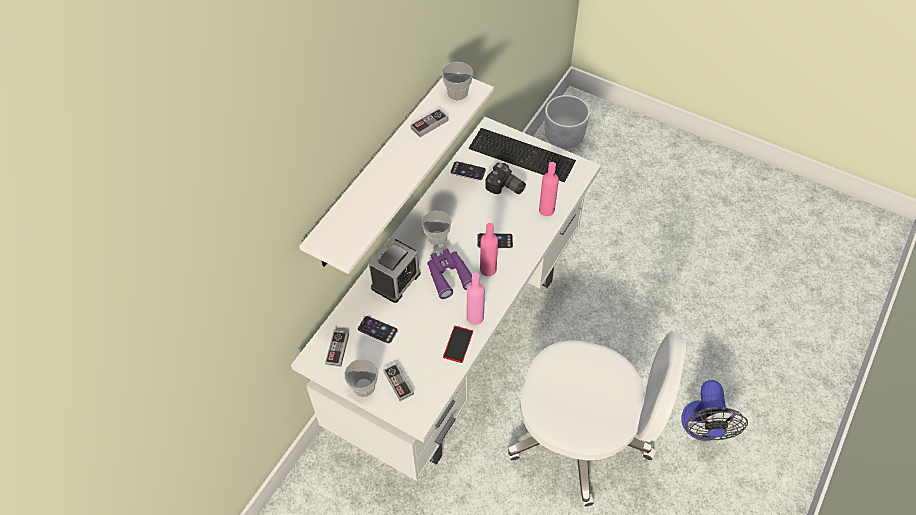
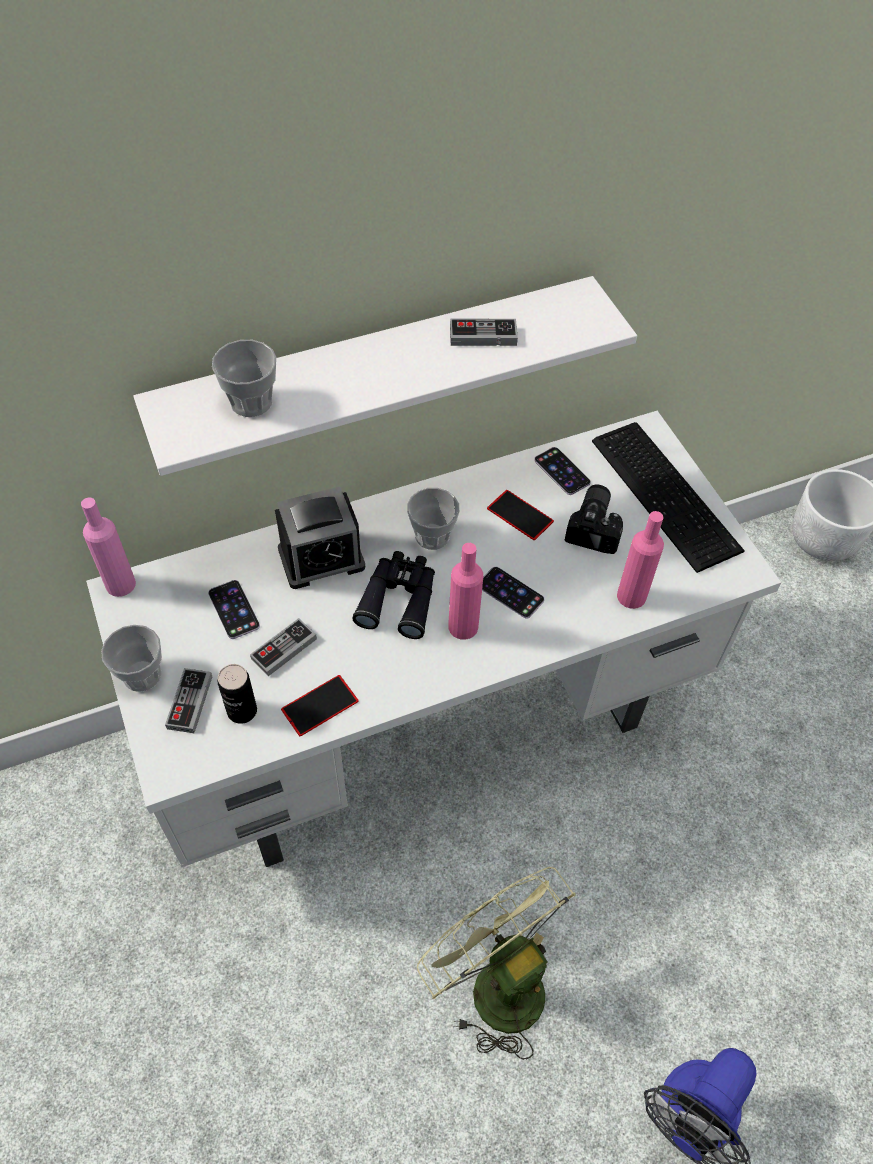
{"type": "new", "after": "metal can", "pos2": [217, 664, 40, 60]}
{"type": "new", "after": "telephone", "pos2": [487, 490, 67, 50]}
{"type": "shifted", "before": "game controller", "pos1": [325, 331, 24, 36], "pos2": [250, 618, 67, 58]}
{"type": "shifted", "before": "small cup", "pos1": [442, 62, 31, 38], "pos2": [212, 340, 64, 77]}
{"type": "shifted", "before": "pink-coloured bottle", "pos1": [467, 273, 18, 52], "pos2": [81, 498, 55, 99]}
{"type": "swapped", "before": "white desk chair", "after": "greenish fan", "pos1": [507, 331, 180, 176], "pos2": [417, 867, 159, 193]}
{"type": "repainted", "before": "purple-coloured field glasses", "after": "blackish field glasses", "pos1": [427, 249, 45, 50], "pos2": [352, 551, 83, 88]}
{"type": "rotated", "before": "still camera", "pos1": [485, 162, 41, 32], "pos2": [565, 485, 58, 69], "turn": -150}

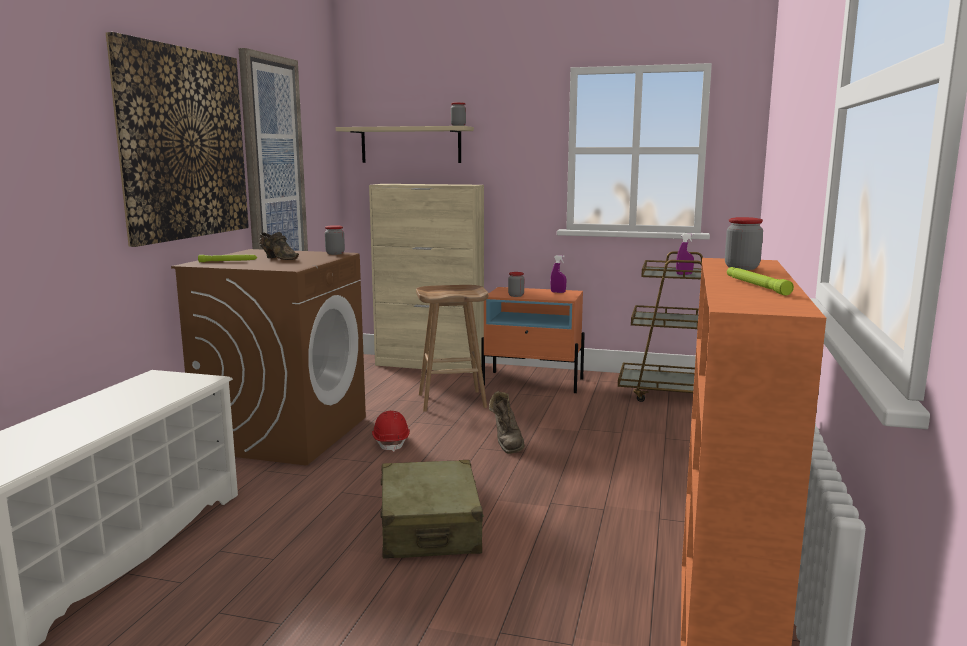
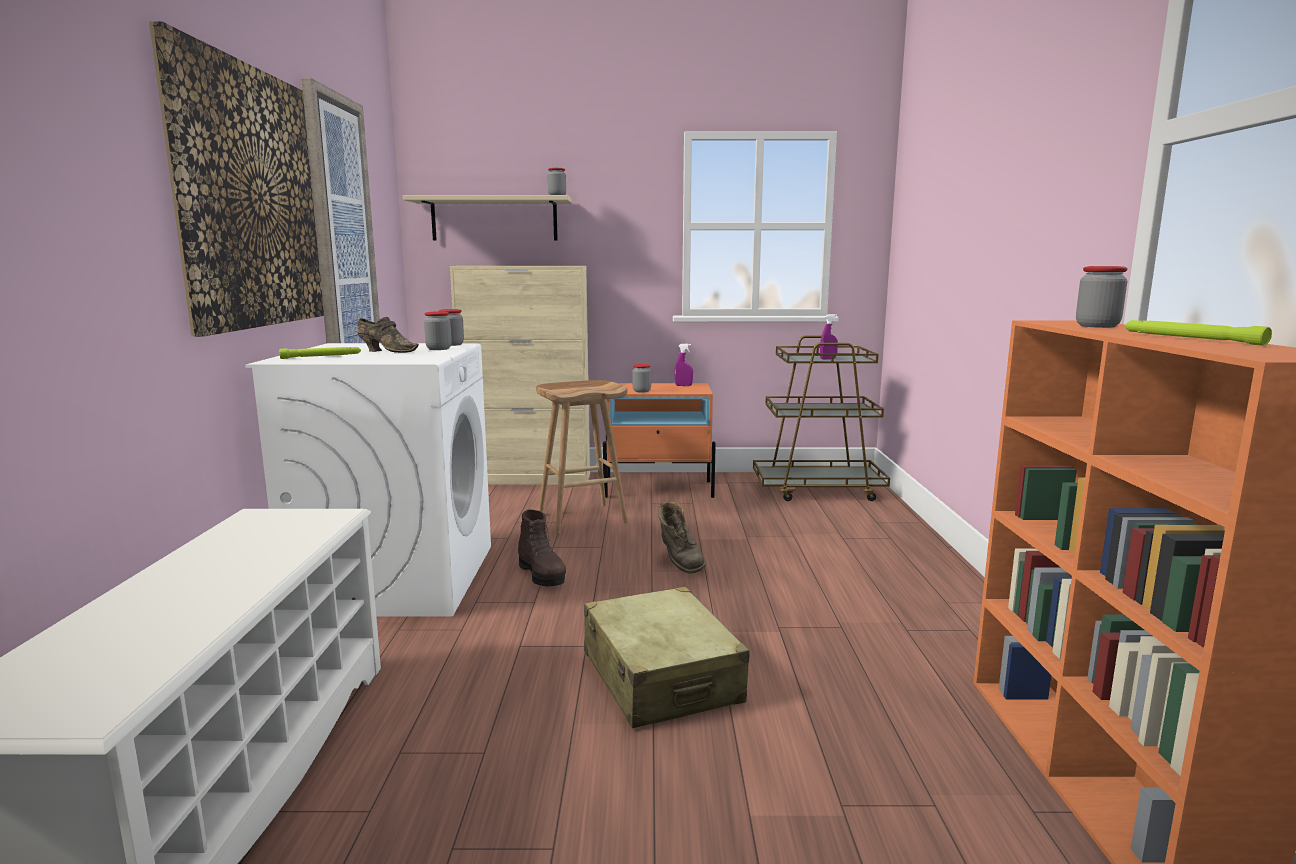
{"type": "new", "after": "preserve jar", "pos2": [424, 311, 28, 39]}
{"type": "swapped", "before": "reddish work helmet", "after": "brown-coloured boot", "pos1": [372, 411, 38, 41], "pos2": [518, 509, 48, 77]}
{"type": "repainted", "before": "brown-coloured laundry machine", "after": "white laundry machine", "pos1": [171, 249, 195, 216], "pos2": [245, 343, 246, 274]}

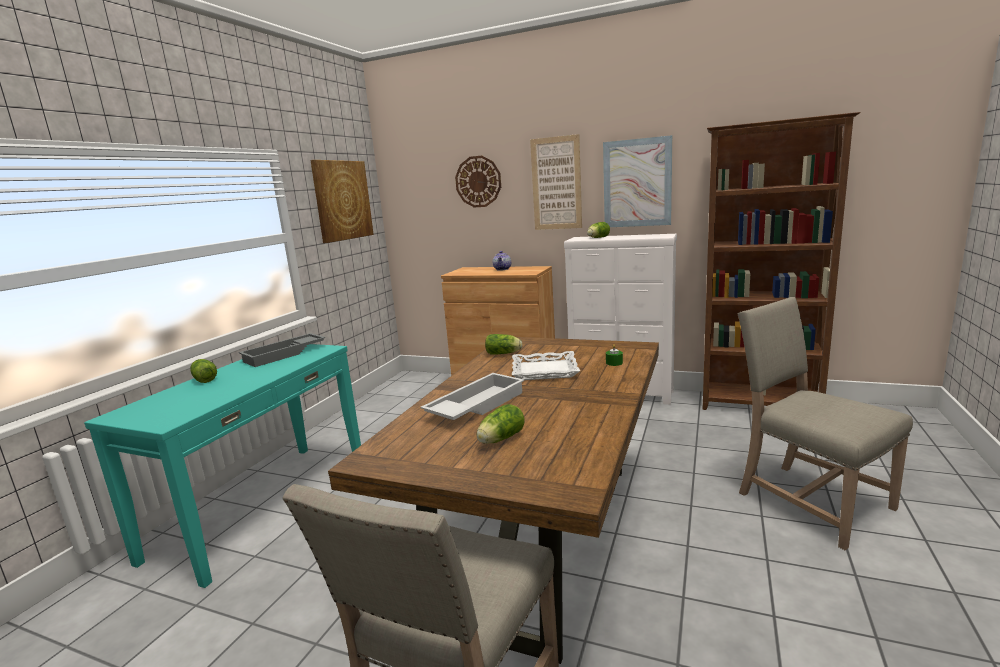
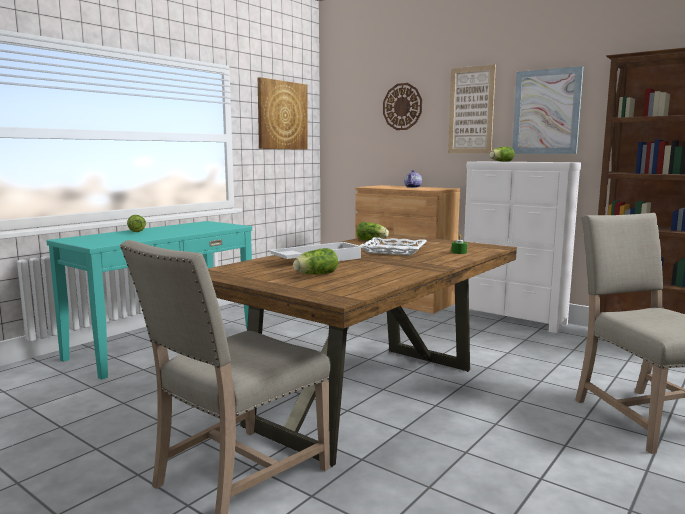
{"type": "gone", "before": "grey serving tray", "pos1": [239, 333, 87, 34]}

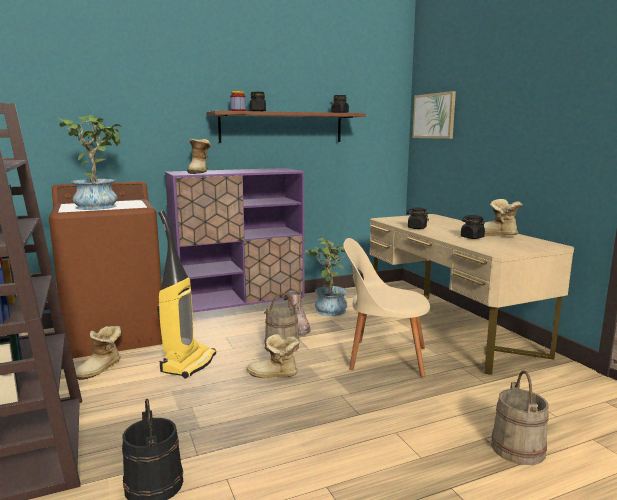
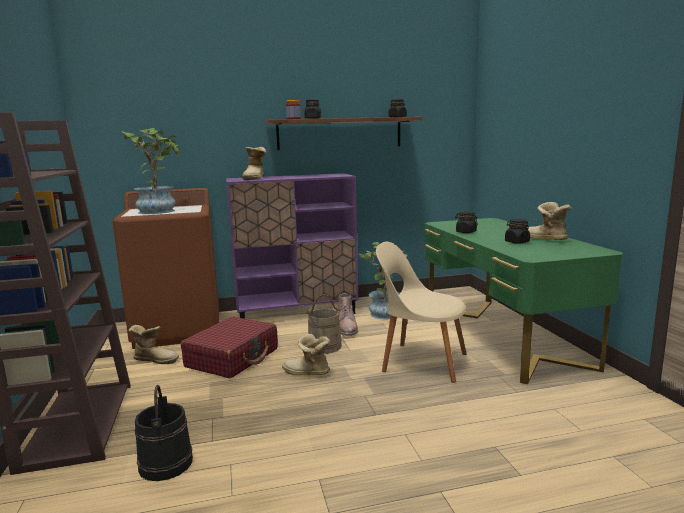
{"type": "gone", "before": "wall picture", "pos1": [413, 91, 43, 48]}
{"type": "gone", "before": "sand-coloured pail", "pos1": [491, 370, 58, 95]}
{"type": "swapped", "before": "hoover", "after": "reddish travel case", "pos1": [157, 210, 59, 168], "pos2": [181, 317, 97, 61]}
{"type": "repainted", "before": "sand-coloured desk table", "after": "greenish desk table", "pos1": [370, 214, 204, 161], "pos2": [424, 218, 199, 166]}
{"type": "rotated", "before": "boot", "pos1": [75, 326, 46, 54], "pos2": [128, 325, 51, 39], "turn": -120}

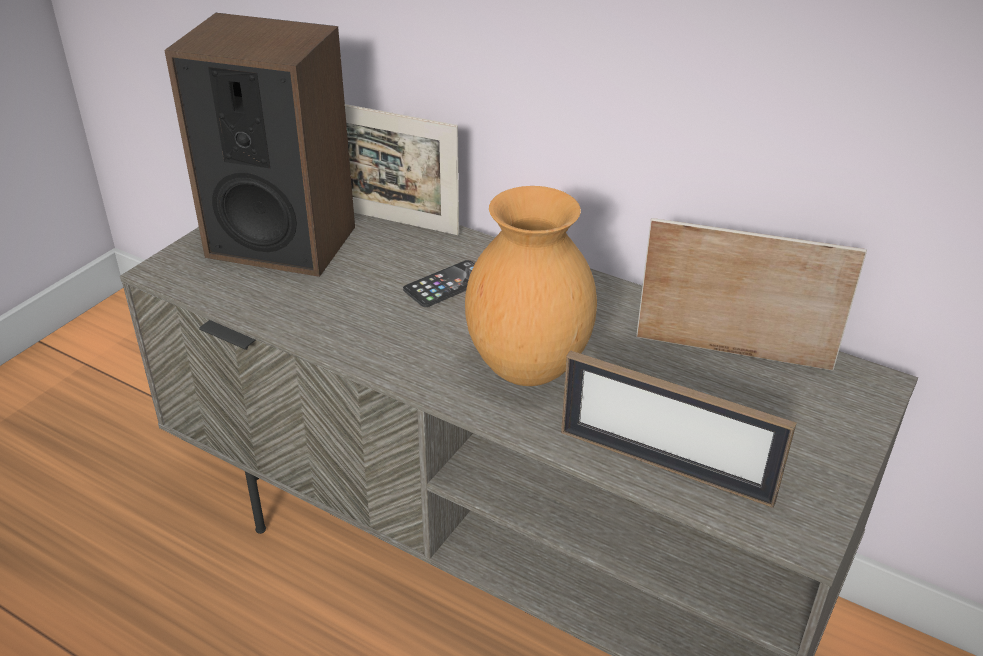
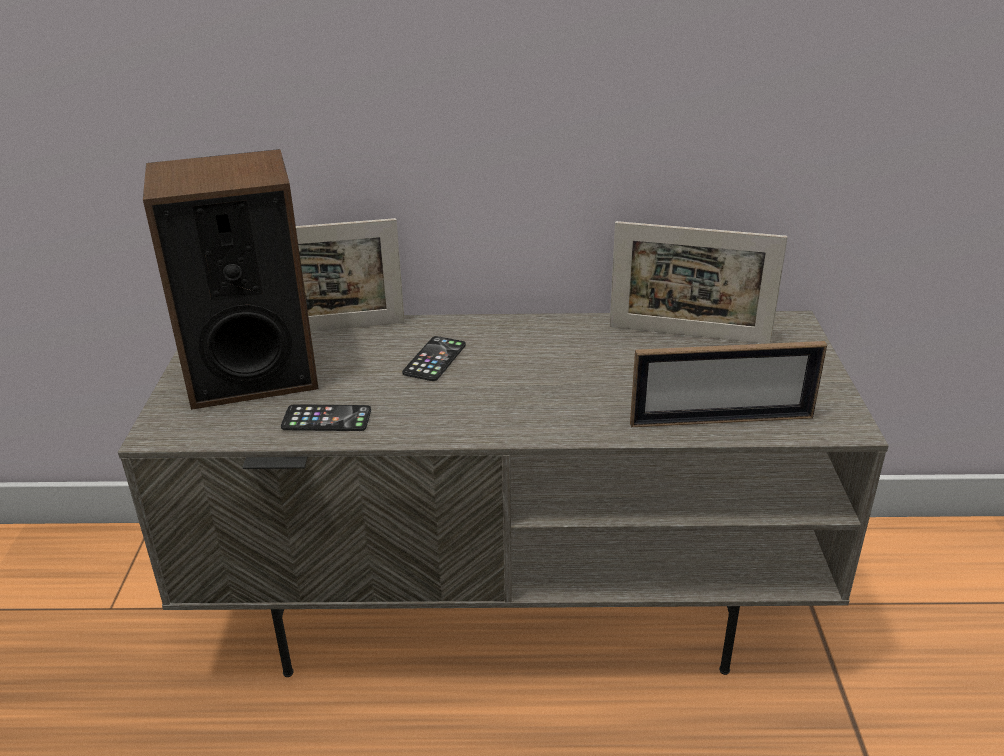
{"type": "gone", "before": "brown-coloured flower vase", "pos1": [465, 186, 132, 200]}
{"type": "new", "after": "telephone", "pos2": [281, 404, 90, 27]}
{"type": "rotated", "before": "photo frame", "pos1": [636, 218, 231, 153], "pos2": [610, 221, 178, 123], "turn": -150}

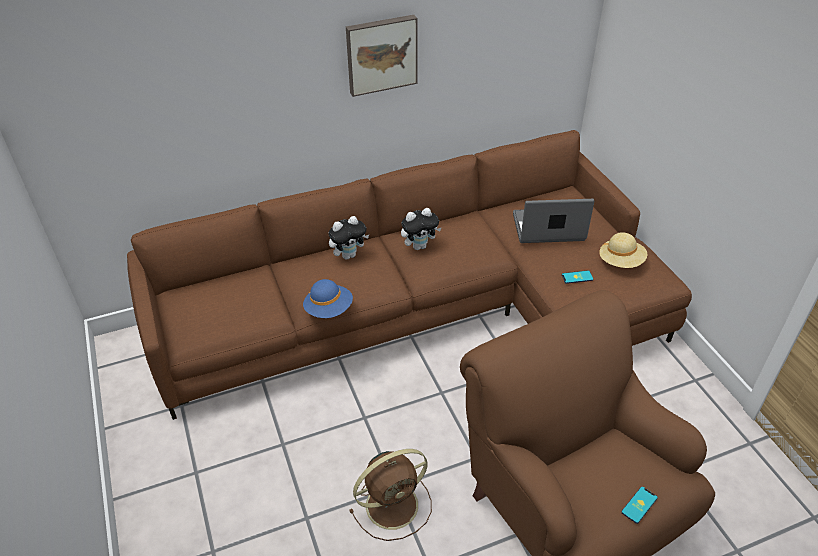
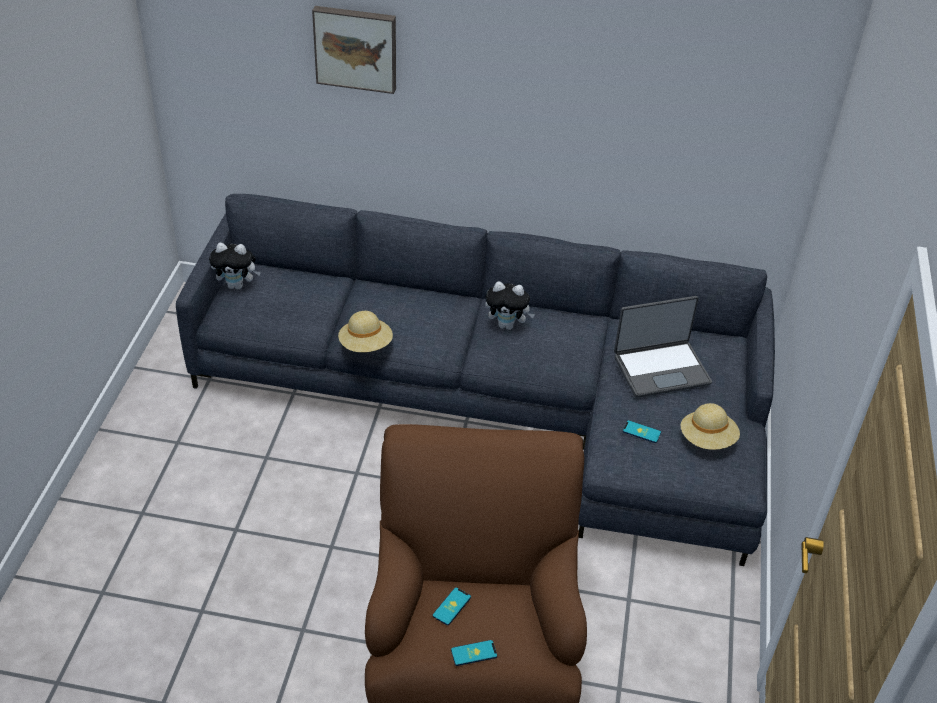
{"type": "gone", "before": "brown-coloured fan", "pos1": [349, 449, 83, 92]}
{"type": "new", "after": "telephone", "pos2": [433, 587, 38, 38]}
{"type": "shifted", "before": "cuddly toy", "pos1": [328, 216, 41, 44], "pos2": [209, 243, 52, 47]}
{"type": "shifted", "before": "wall picture", "pos1": [346, 15, 71, 82], "pos2": [312, 6, 84, 88]}
{"type": "repainted", "before": "brown-coloured couch", "after": "grey couch", "pos1": [127, 130, 565, 290], "pos2": [176, 194, 599, 372]}
{"type": "repainted", "before": "bluish clothing hat", "after": "sand-coloured clothing hat", "pos1": [303, 279, 50, 39], "pos2": [338, 311, 55, 41]}
{"type": "rotated", "before": "portable computer", "pos1": [513, 199, 81, 44], "pos2": [614, 296, 98, 102], "turn": 135}

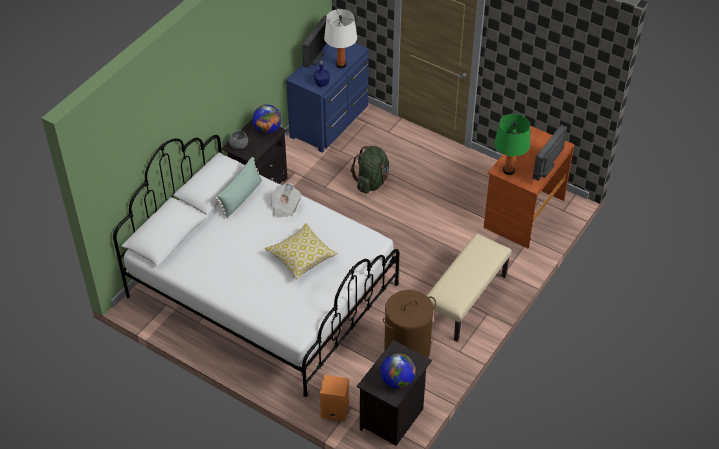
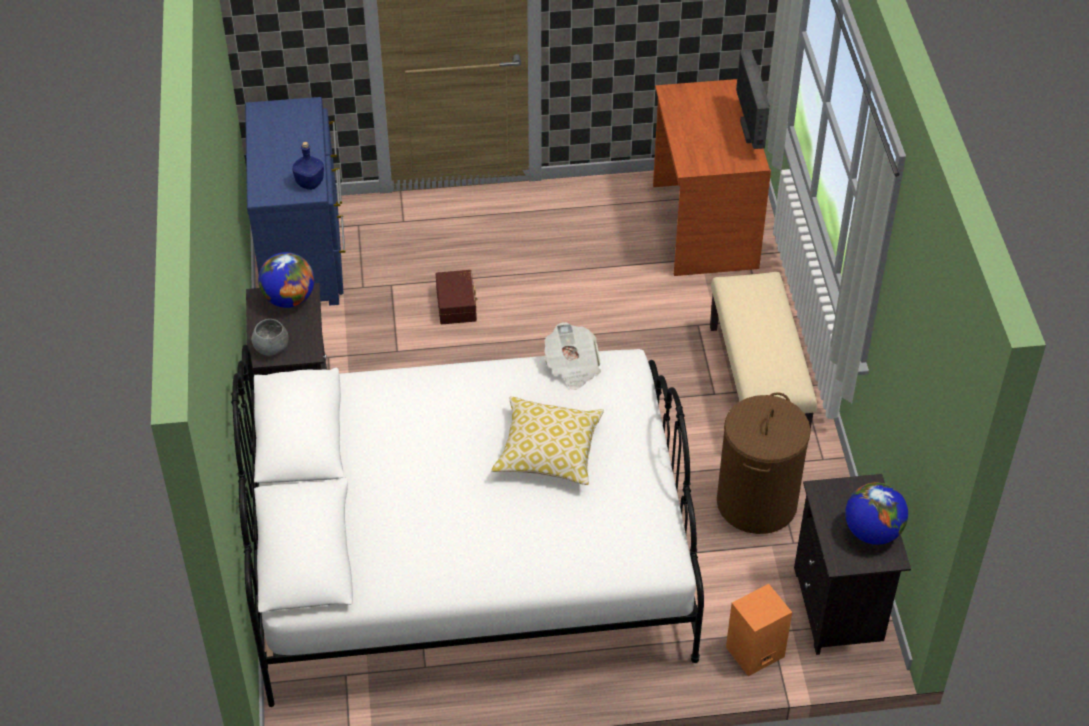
{"type": "gone", "before": "greenish cushion", "pos1": [215, 157, 47, 61]}
{"type": "gone", "before": "computer display", "pos1": [302, 15, 25, 53]}
{"type": "gone", "before": "white table lamp", "pos1": [324, 9, 33, 59]}
{"type": "gone", "before": "greenish table lamp", "pos1": [494, 114, 36, 61]}
{"type": "shifted", "before": "daily paper", "pos1": [270, 183, 31, 35], "pos2": [544, 322, 57, 68]}
{"type": "swapped", "before": "greenish rucksack", "after": "brown-coloured storage bin", "pos1": [351, 146, 38, 47], "pos2": [436, 270, 42, 54]}

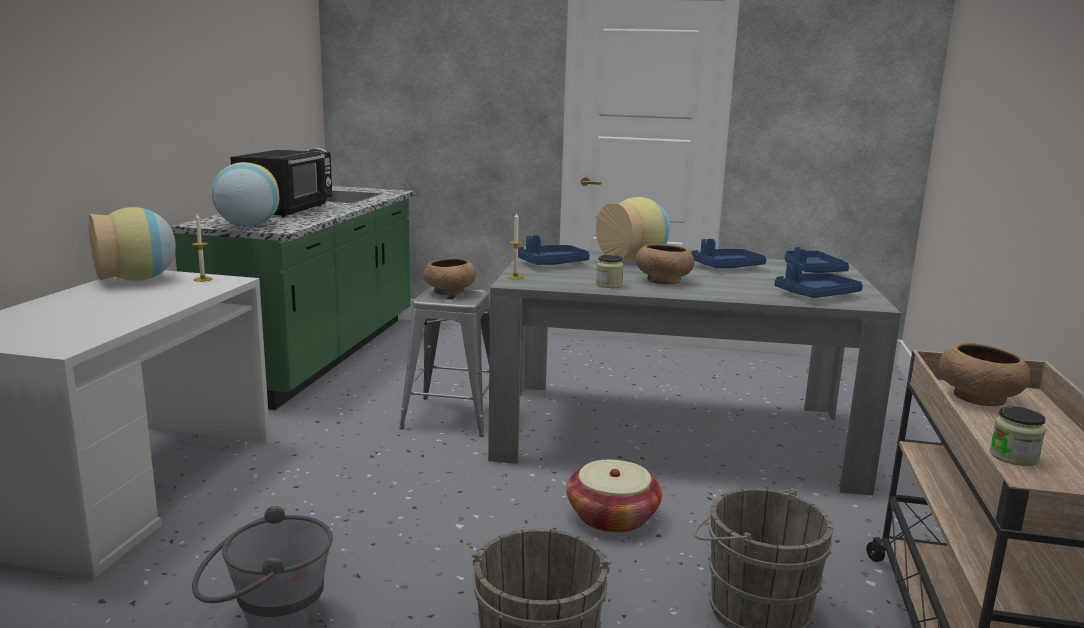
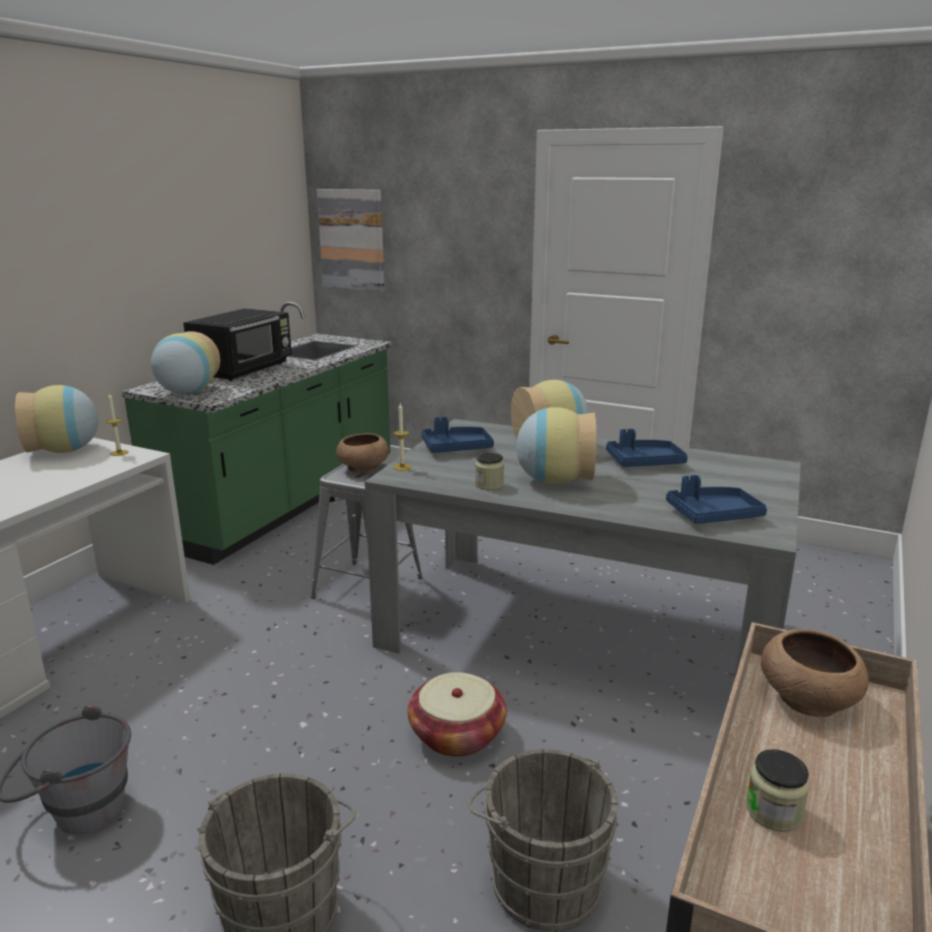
{"type": "gone", "before": "bluish serving tray", "pos1": [785, 247, 64, 26]}
{"type": "new", "after": "wall picture", "pos2": [317, 189, 68, 103]}
{"type": "swapped", "before": "brown-coloured bowl", "after": "flower vase", "pos1": [636, 244, 59, 40], "pos2": [516, 407, 81, 77]}

